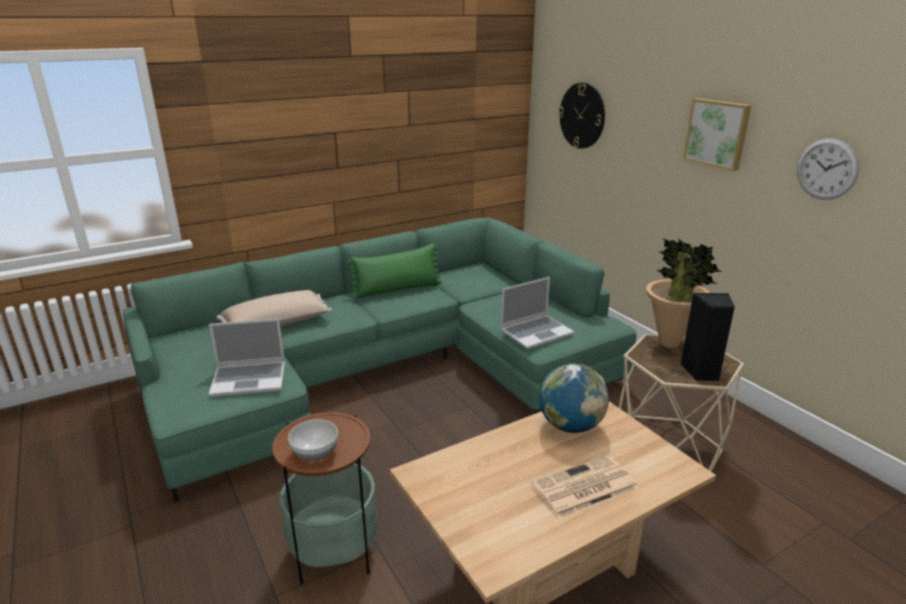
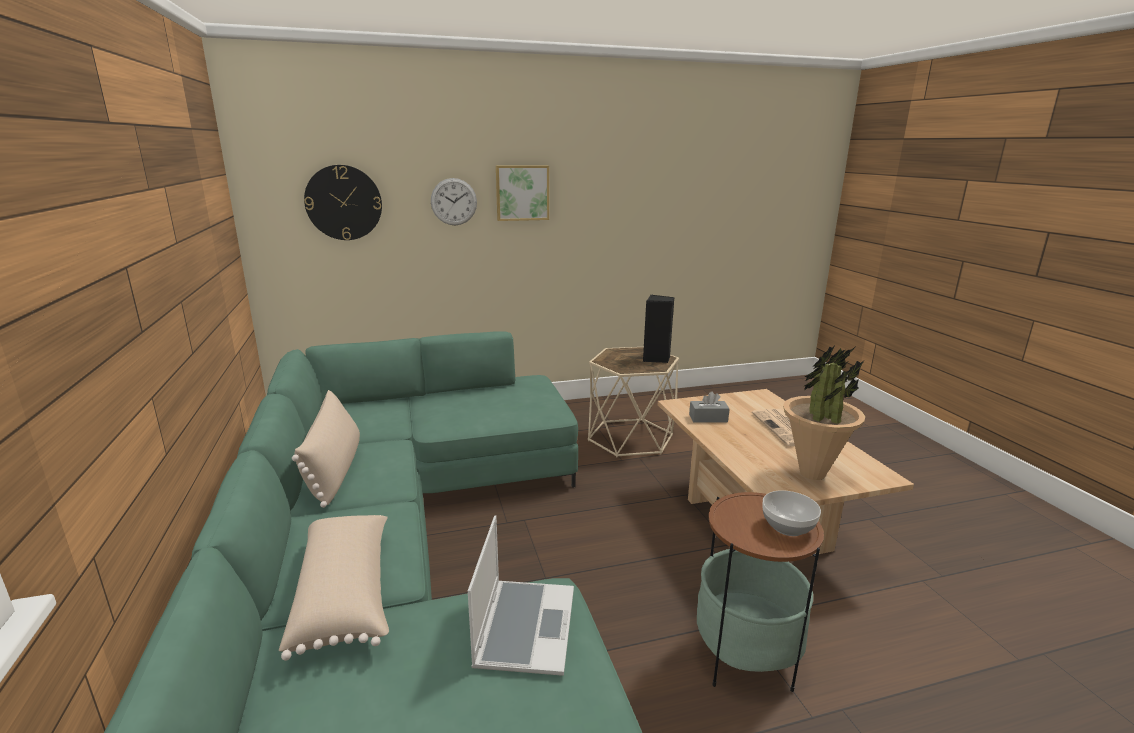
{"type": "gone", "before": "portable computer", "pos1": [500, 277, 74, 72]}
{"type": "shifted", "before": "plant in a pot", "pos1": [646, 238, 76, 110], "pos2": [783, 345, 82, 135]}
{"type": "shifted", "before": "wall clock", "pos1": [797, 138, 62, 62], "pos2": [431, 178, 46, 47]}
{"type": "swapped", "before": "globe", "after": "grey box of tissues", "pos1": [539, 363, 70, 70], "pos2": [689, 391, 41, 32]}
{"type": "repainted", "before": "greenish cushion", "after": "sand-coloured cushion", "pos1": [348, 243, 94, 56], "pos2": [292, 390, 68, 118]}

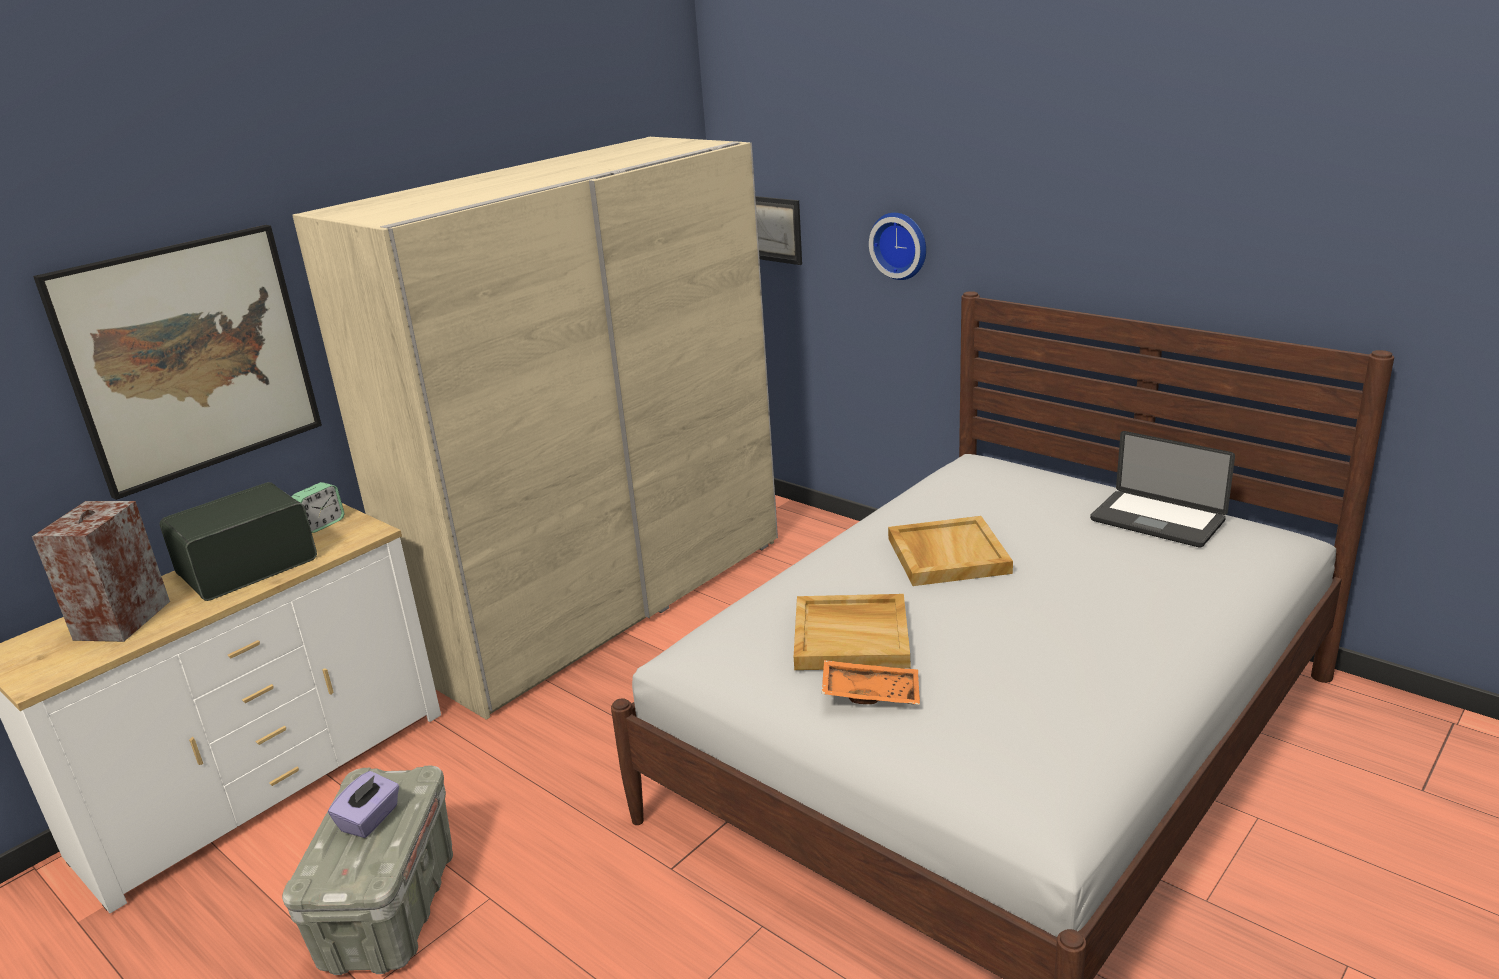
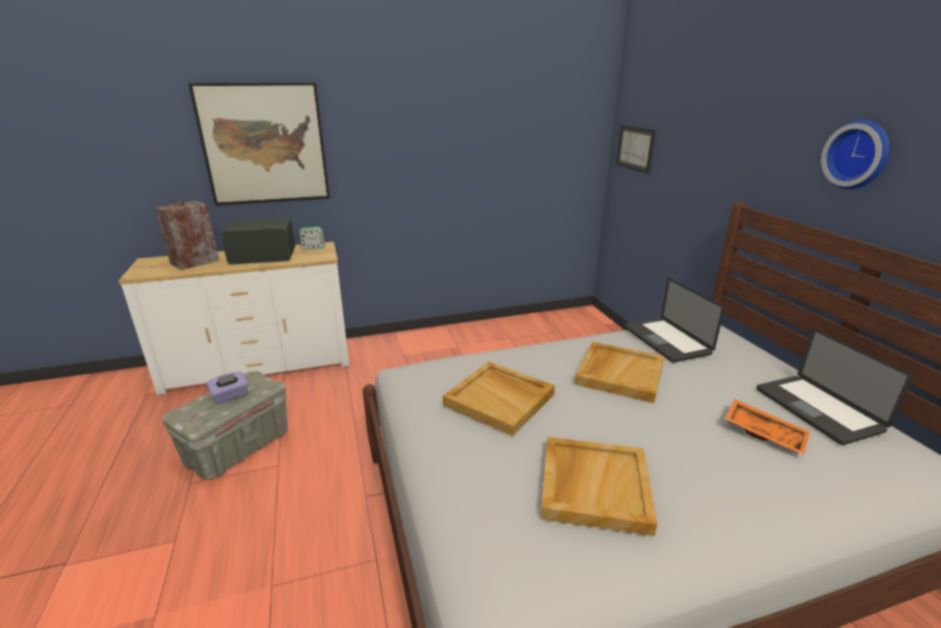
{"type": "gone", "before": "sand-coloured clothes cupboard", "pos1": [292, 137, 486, 583]}
{"type": "new", "after": "sand-coloured serving tray", "pos2": [541, 437, 116, 99]}
{"type": "new", "after": "portable computer", "pos2": [624, 278, 101, 85]}
{"type": "shifted", "before": "orange-coloured serving tray", "pos1": [822, 660, 98, 45], "pos2": [725, 399, 85, 56]}
{"type": "shifted", "before": "wall clock", "pos1": [869, 213, 57, 67], "pos2": [821, 120, 69, 69]}

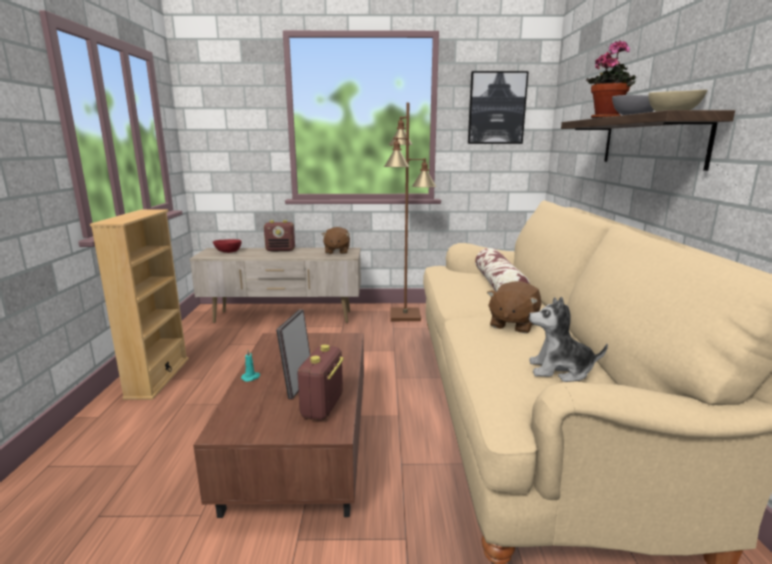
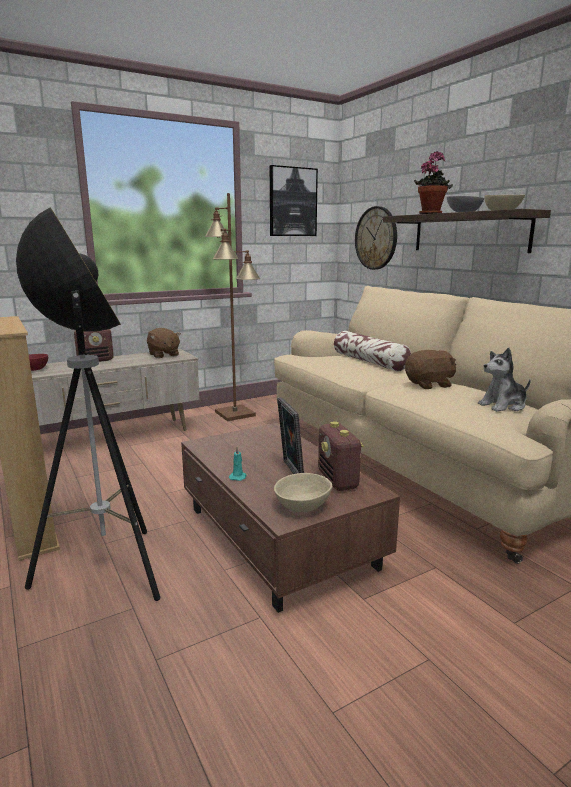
{"type": "new", "after": "standard lamp", "pos2": [16, 207, 145, 394]}
{"type": "new", "after": "sand-coloured bowl", "pos2": [274, 473, 58, 39]}
{"type": "new", "after": "wall clock", "pos2": [355, 206, 42, 64]}
{"type": "rotated", "before": "brown-coloured cuddly toy", "pos1": [487, 281, 55, 52], "pos2": [405, 350, 51, 39], "turn": -105}

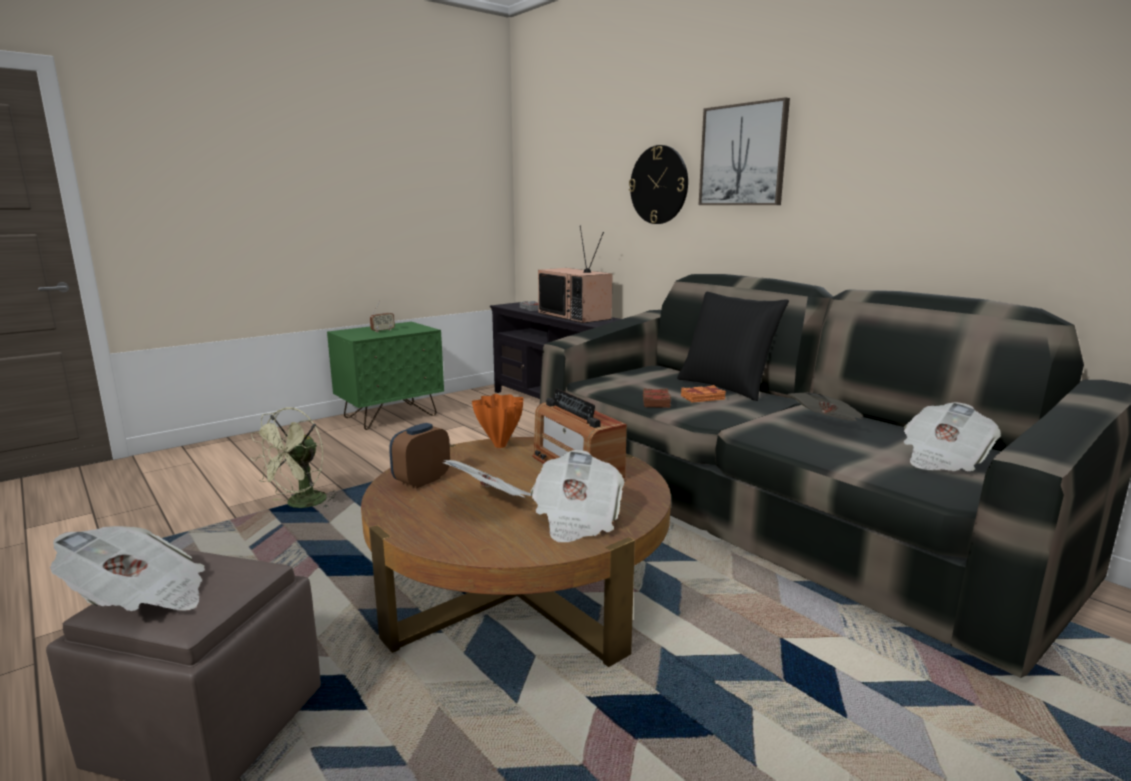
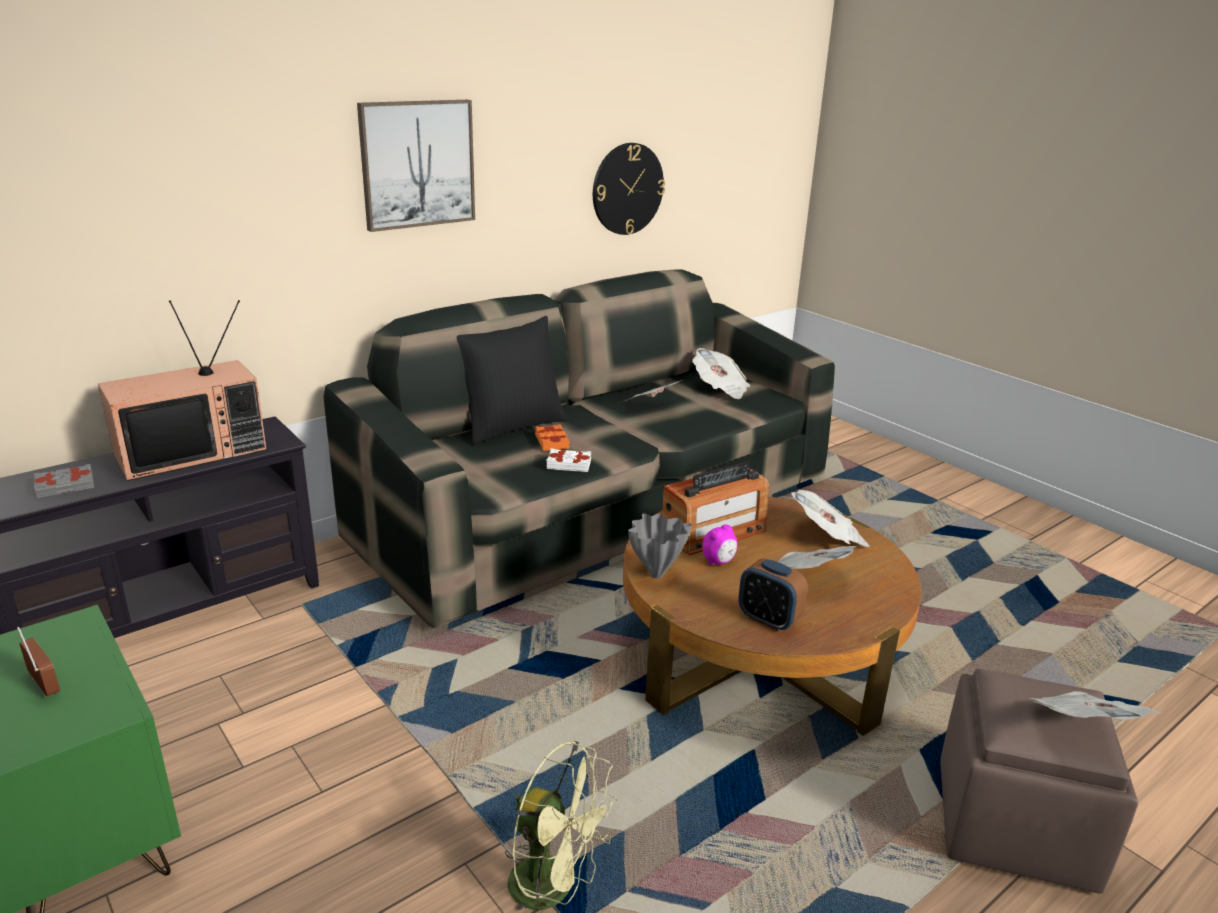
{"type": "new", "after": "bedside clock", "pos2": [702, 524, 35, 41]}
{"type": "shifted", "before": "wall clock", "pos1": [629, 145, 59, 79], "pos2": [593, 143, 72, 92]}
{"type": "repainted", "before": "orange-coloured flower vase", "after": "grey flower vase", "pos1": [472, 394, 52, 54], "pos2": [628, 514, 64, 64]}
{"type": "repainted", "before": "brown-coloured bound book", "after": "white bound book", "pos1": [643, 388, 28, 20], "pos2": [546, 448, 45, 24]}

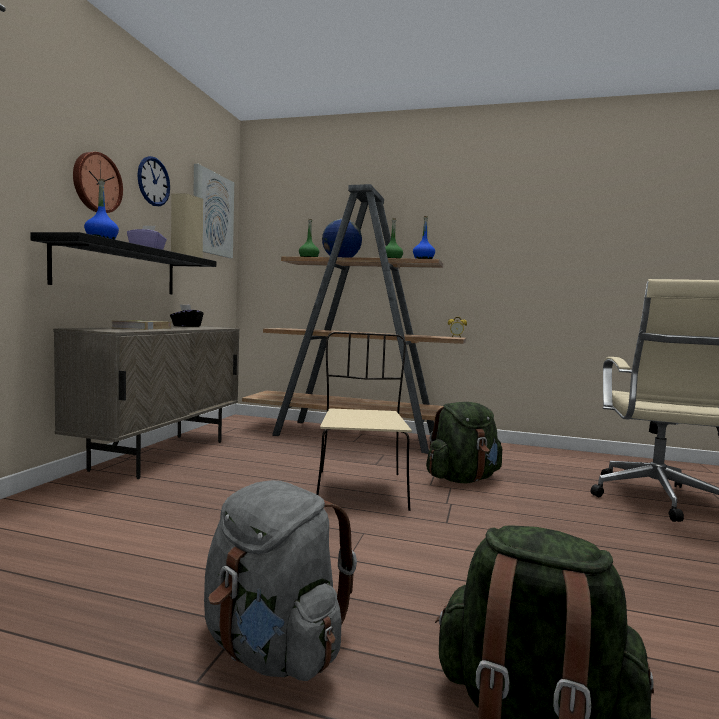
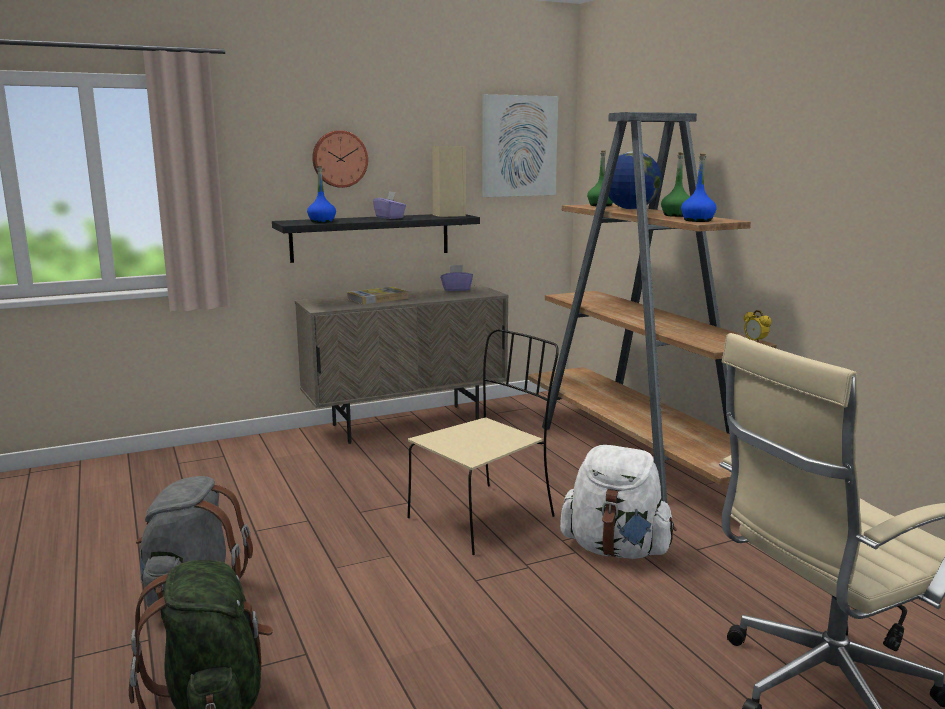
{"type": "gone", "before": "wall clock", "pos1": [137, 156, 33, 50]}
{"type": "repainted", "before": "blackish box of tissues", "after": "purple-coloured box of tissues", "pos1": [170, 304, 33, 23], "pos2": [440, 265, 33, 26]}
{"type": "repainted", "before": "greenish rucksack", "after": "white rucksack", "pos1": [426, 402, 76, 81], "pos2": [560, 445, 116, 114]}

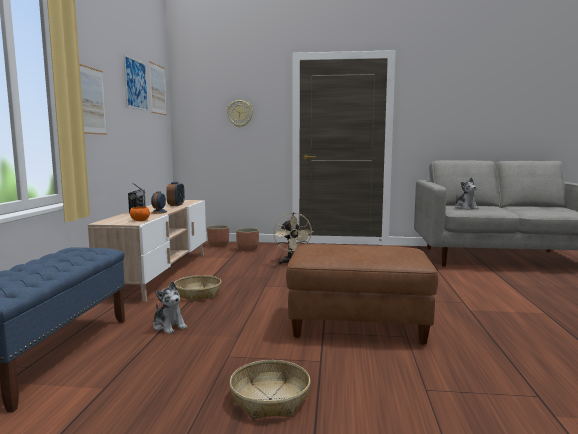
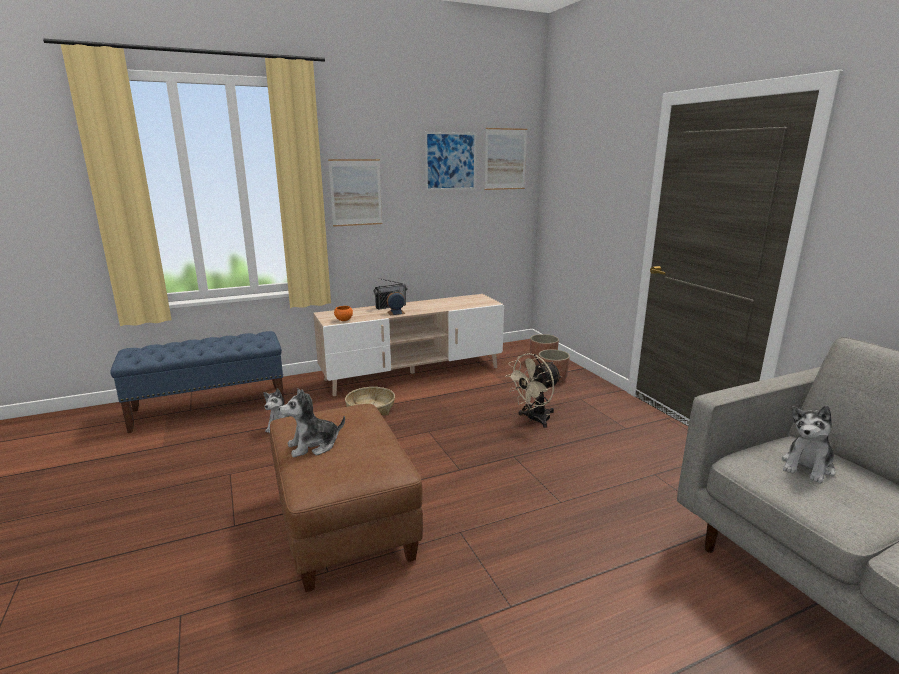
{"type": "gone", "before": "bedside clock", "pos1": [166, 182, 19, 24]}
{"type": "gone", "before": "wall clock", "pos1": [227, 100, 26, 27]}
{"type": "gone", "before": "household basket", "pos1": [229, 360, 82, 59]}
{"type": "new", "after": "cuddly toy", "pos2": [279, 388, 66, 69]}

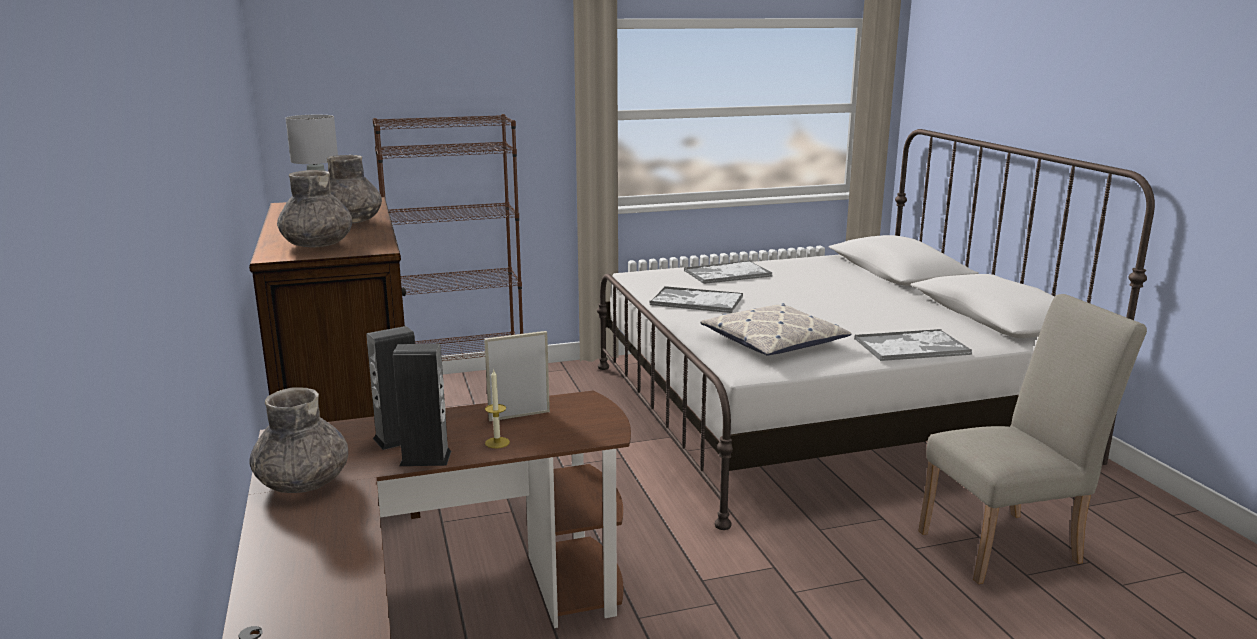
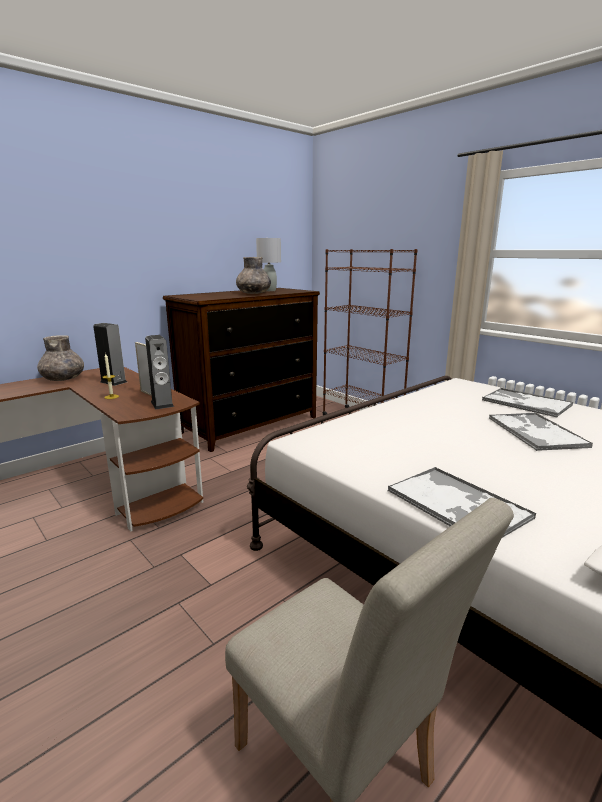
{"type": "gone", "before": "grey flower vase", "pos1": [277, 170, 75, 78]}
{"type": "gone", "before": "cushion", "pos1": [700, 303, 152, 52]}
{"type": "shifted", "before": "audio speaker", "pos1": [393, 344, 58, 122], "pos2": [145, 335, 29, 75]}
{"type": "shifted", "before": "serving tray", "pos1": [650, 286, 93, 27], "pos2": [489, 412, 104, 39]}

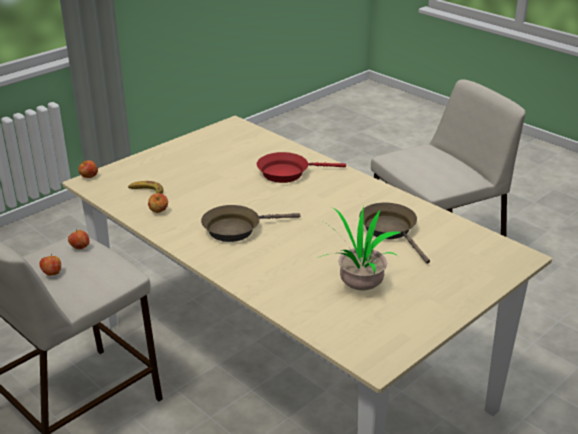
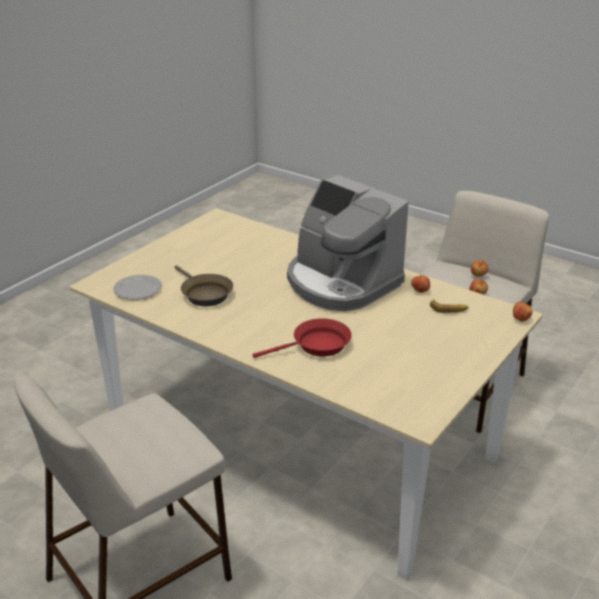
{"type": "gone", "before": "plant in a pot", "pos1": [316, 206, 85, 85]}
{"type": "new", "after": "plate", "pos2": [113, 275, 49, 25]}
{"type": "swapped", "before": "brown-coloured skillet", "after": "coffee maker", "pos1": [201, 205, 99, 37], "pos2": [287, 175, 121, 137]}

